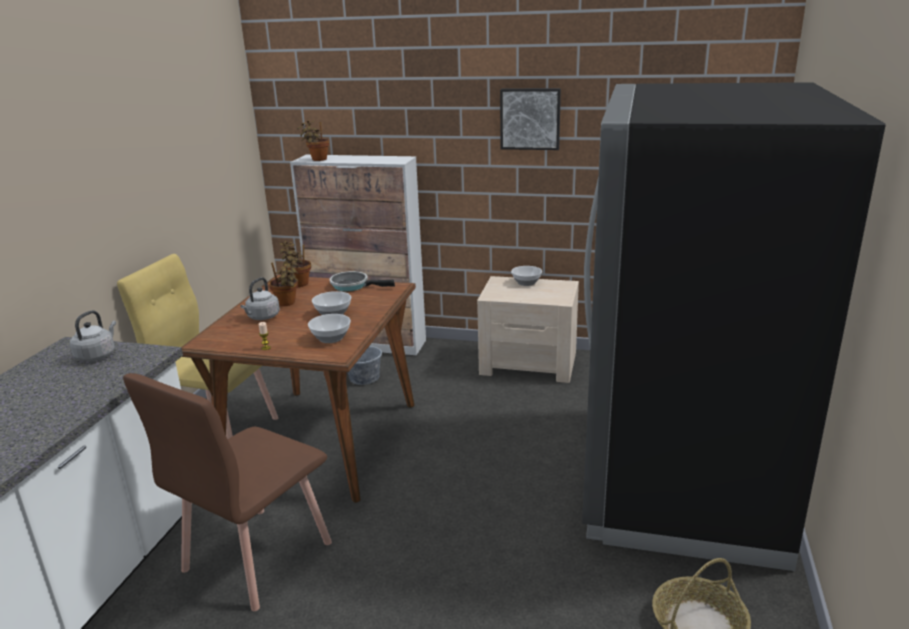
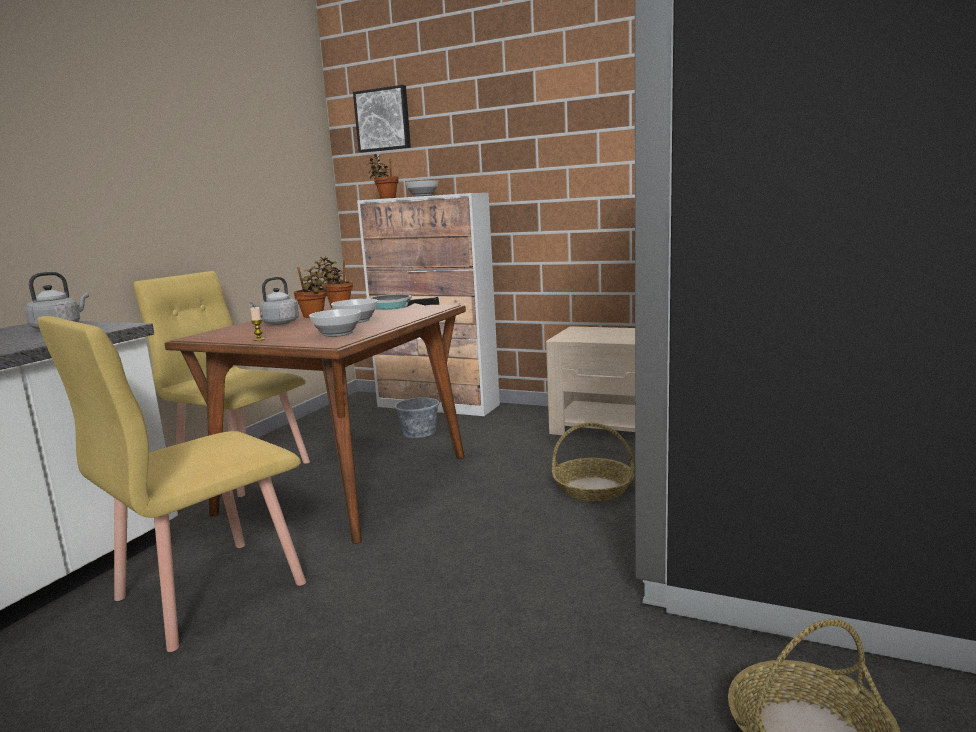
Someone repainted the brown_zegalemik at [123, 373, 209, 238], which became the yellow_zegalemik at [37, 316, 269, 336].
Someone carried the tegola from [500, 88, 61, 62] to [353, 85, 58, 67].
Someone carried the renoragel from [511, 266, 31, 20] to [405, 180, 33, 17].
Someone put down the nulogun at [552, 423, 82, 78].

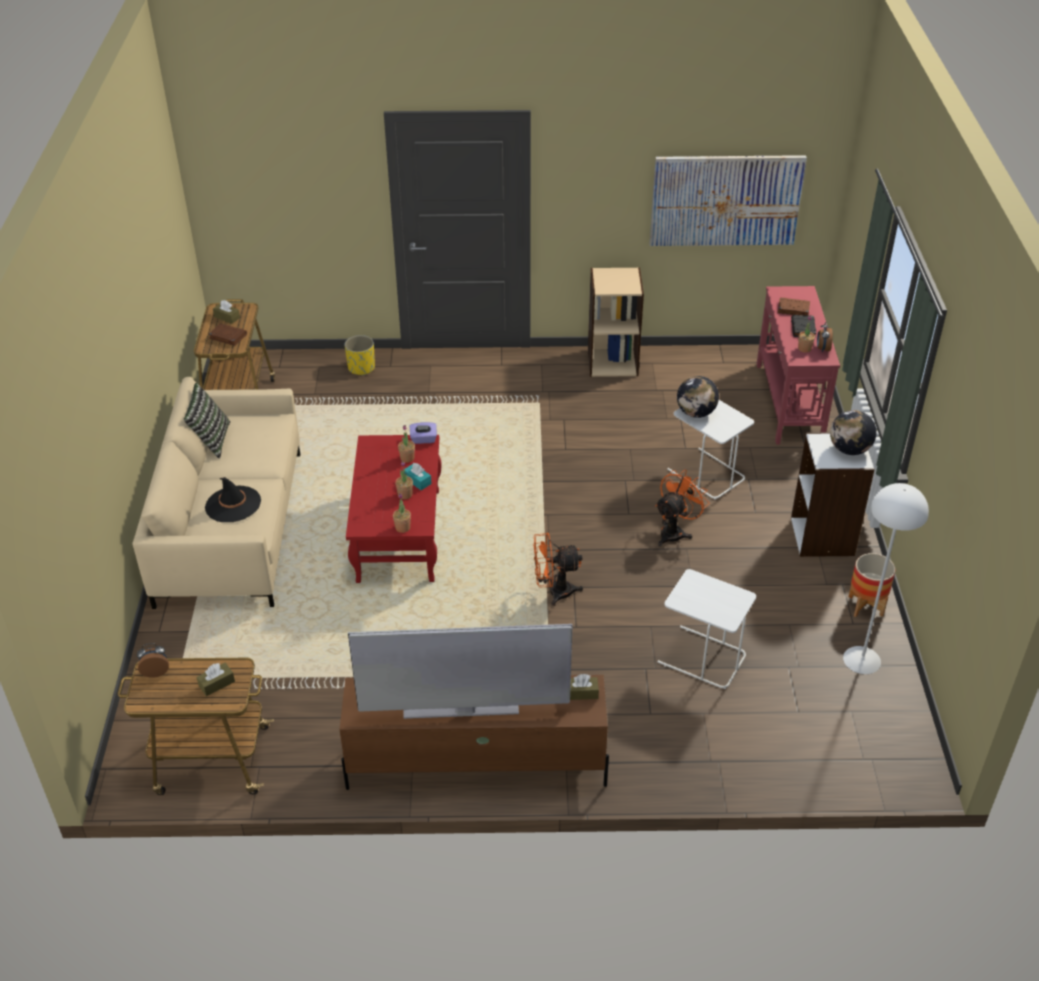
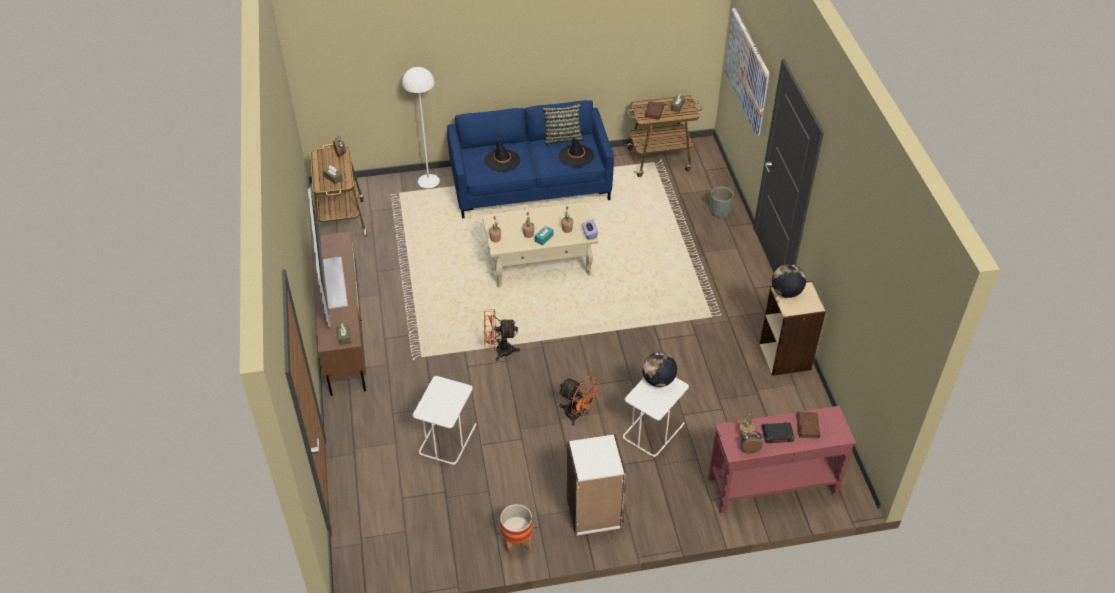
Someone repainted the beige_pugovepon at [132, 377, 168, 232], which became the blue_pugovepon at [447, 100, 167, 119].
Someone repainted the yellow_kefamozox at [344, 335, 31, 41], which became the grey_kefamozox at [710, 187, 24, 31].
Someone repainted the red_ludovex at [346, 435, 96, 148], which became the beige_ludovex at [482, 202, 116, 85].
Someone rotated the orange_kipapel at [533, 533, 50, 73] by 75 degrees counterclockwise.
Someone carried the tegola from [650, 155, 157, 91] to [724, 8, 46, 128].
Someone carried the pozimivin from [830, 410, 47, 45] to [772, 264, 34, 34].
Someone carried the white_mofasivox from [843, 483, 86, 191] to [402, 67, 38, 121].
Someone put down the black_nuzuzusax at [558, 137, 36, 30].

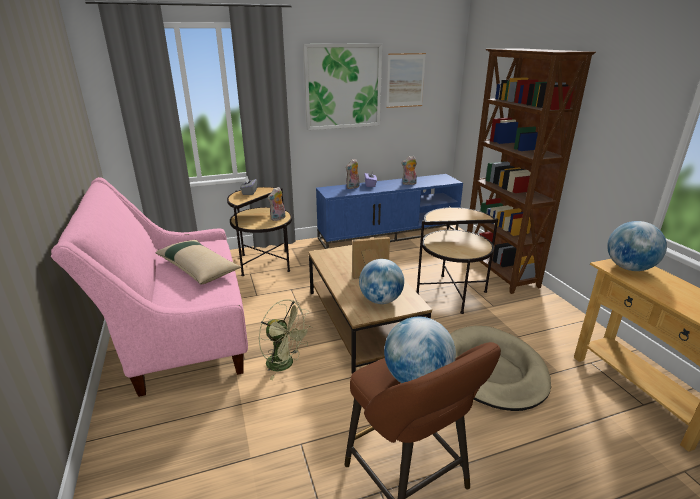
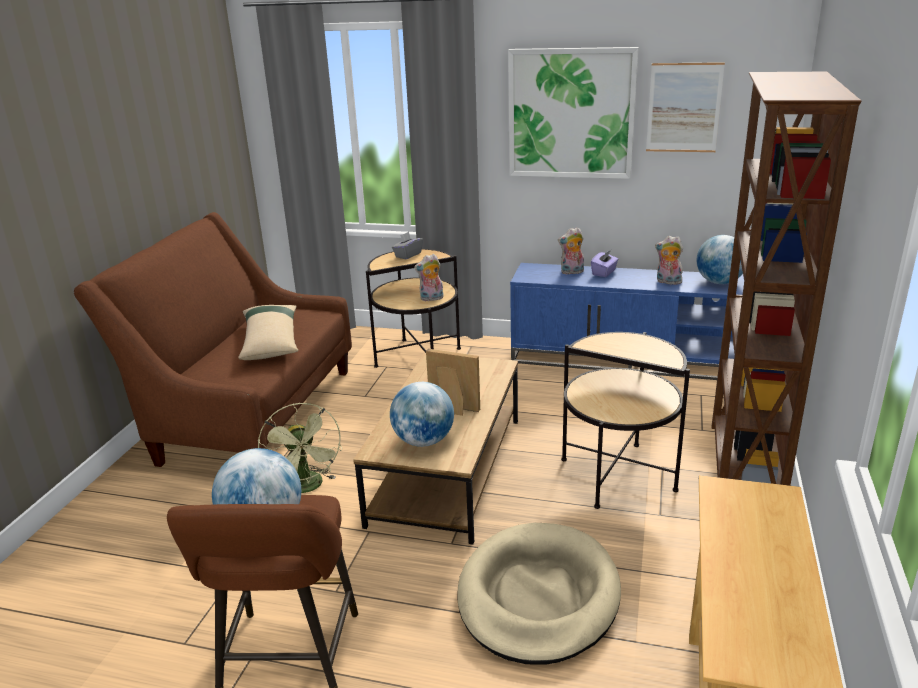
Someone repainted the pink_pugovepon at [51, 177, 197, 220], which became the brown_pugovepon at [74, 212, 278, 255].
Someone carried the pozimivin from [607, 221, 60, 50] to [696, 235, 47, 49].

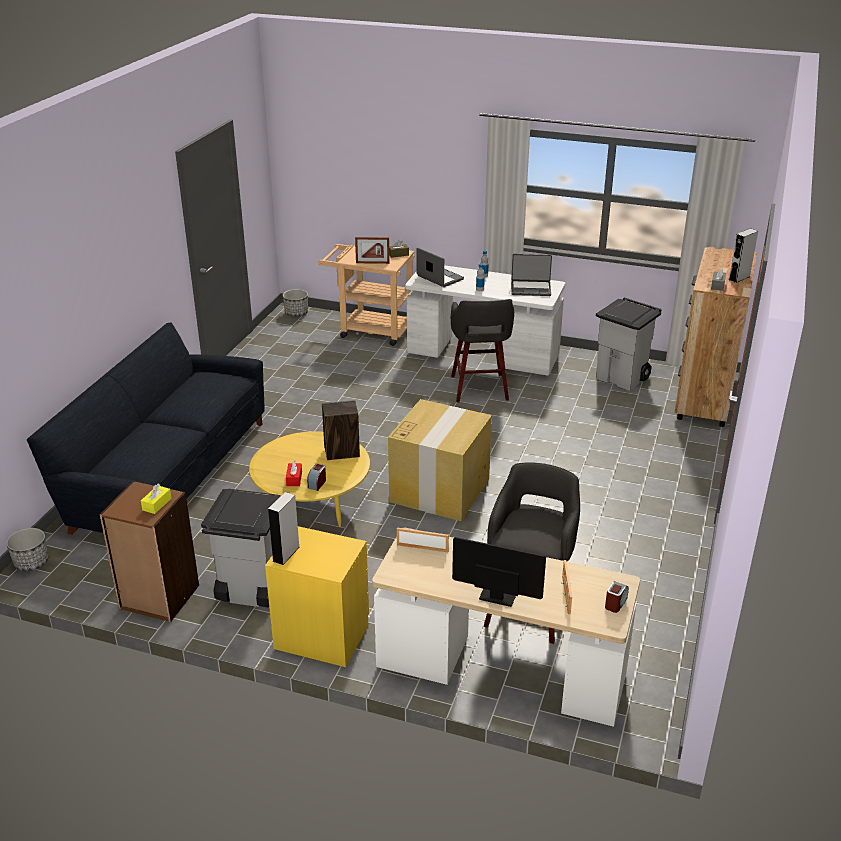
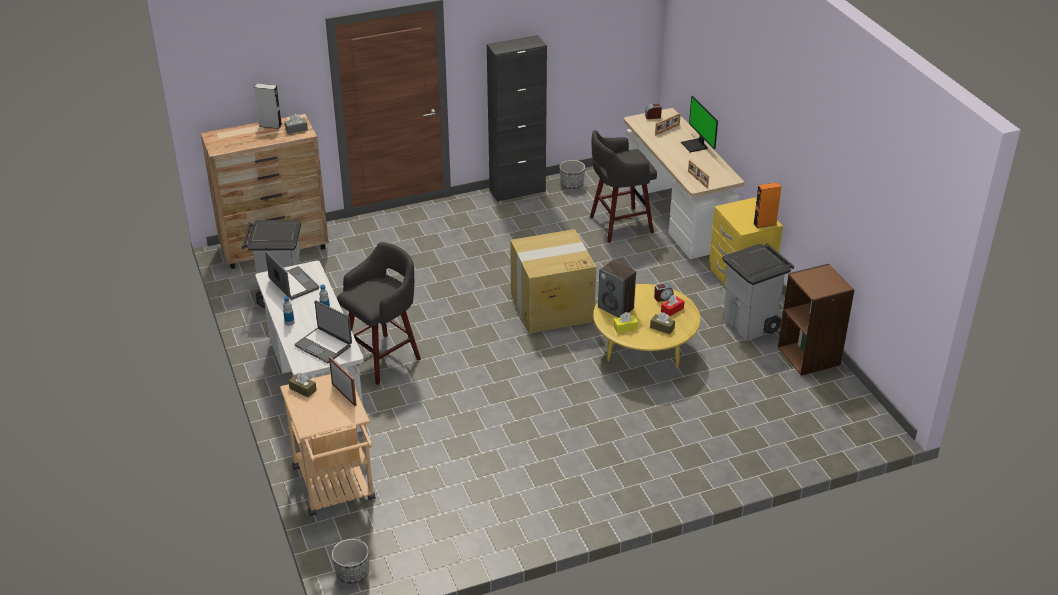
Someone carried the kefamozox from [6, 528, 42, 43] to [560, 160, 25, 29].
Someone took away the black_pugovepon at [27, 323, 238, 212].
Someone carried the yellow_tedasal from [141, 484, 31, 30] to [613, 312, 25, 21].
Someone repainted the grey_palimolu at [268, 492, 31, 73], which became the orange_palimolu at [753, 182, 28, 46].
Someone rotated the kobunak at [417, 248, 47, 39] by 60 degrees counterclockwise.
Someone put down the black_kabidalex at [487, 35, 60, 167].
Someone put down the brown_tedasal at [650, 313, 25, 21].

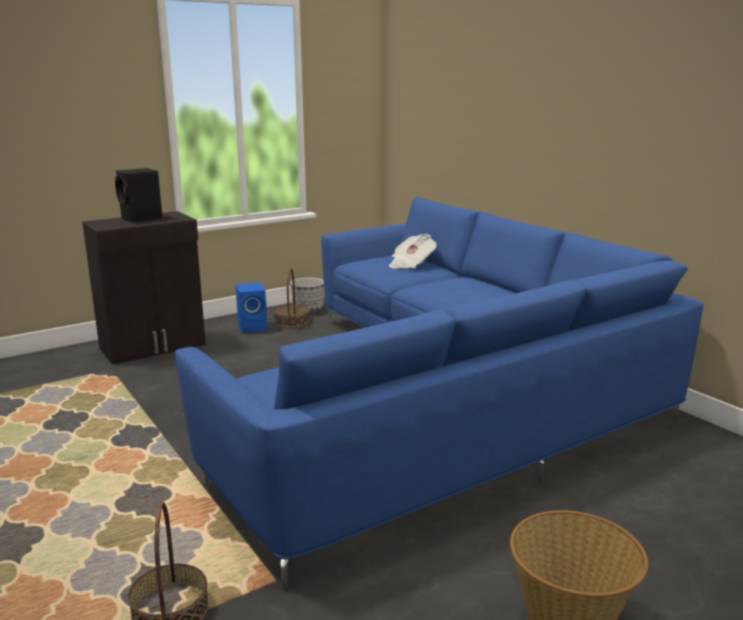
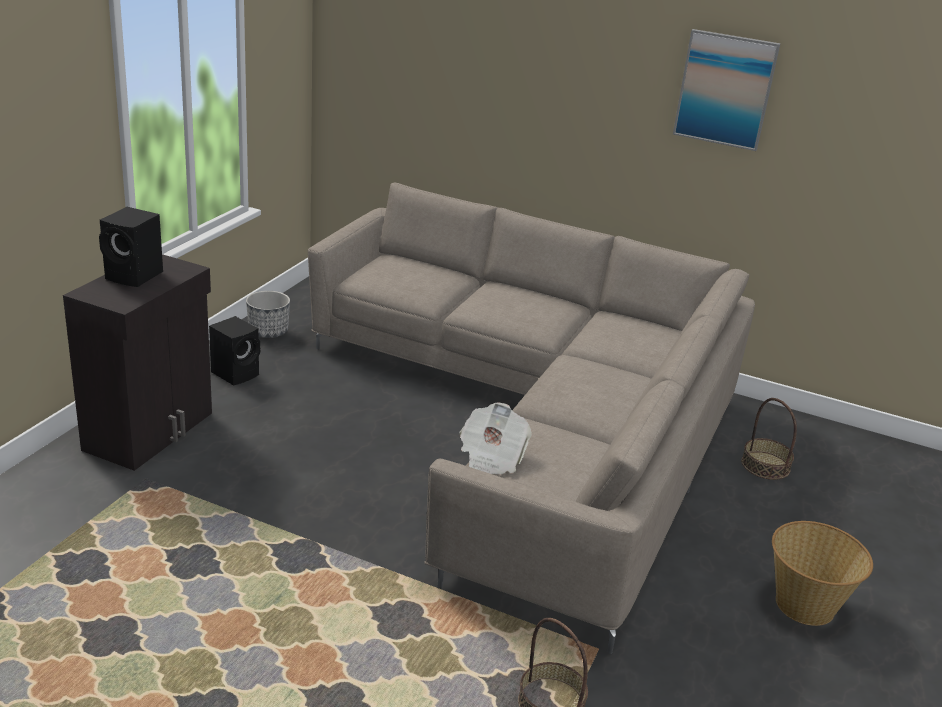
Someone repainted the blue_pugovepon at [175, 197, 528, 393], which became the beige_pugovepon at [308, 183, 447, 471].
Someone repainted the blue_palimolu at [235, 282, 32, 51], which became the black_palimolu at [209, 316, 51, 70].
Someone carried the nulogun from [274, 268, 36, 60] to [741, 398, 56, 82].
Someone carried the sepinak from [389, 234, 48, 35] to [459, 402, 73, 72].
Someone put up the tegola at [673, 29, 108, 122].

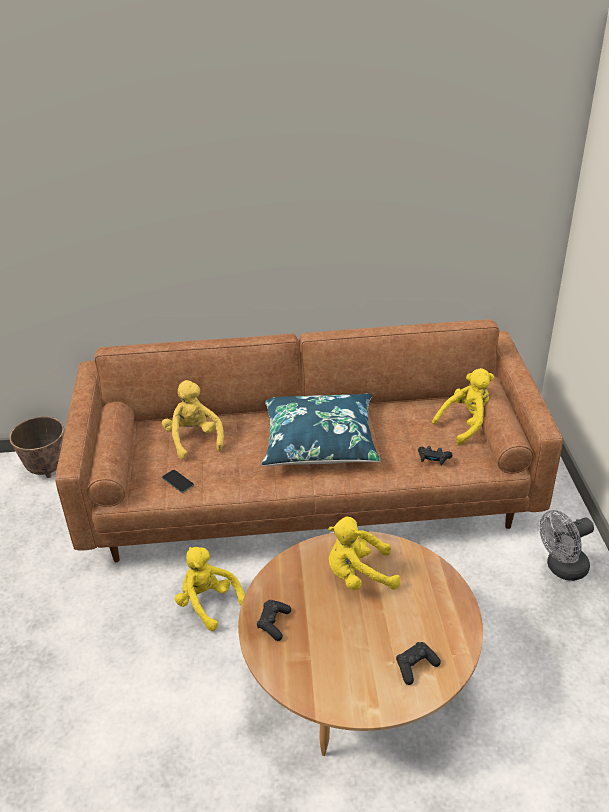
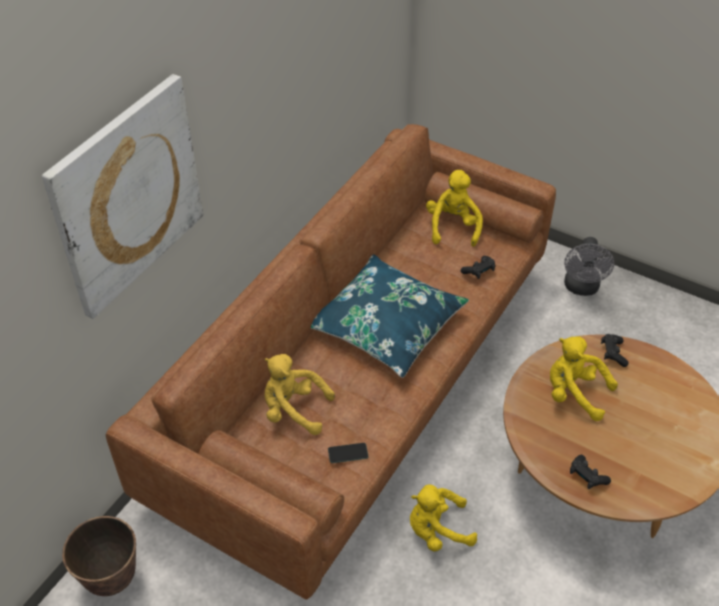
Someone rotated the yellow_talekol at [328, 517, 72, 73] by 90 degrees clockwise.
Someone carried the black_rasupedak from [396, 642, 45, 43] to [601, 334, 28, 33].
Someone put up the tegola at [42, 74, 161, 245].

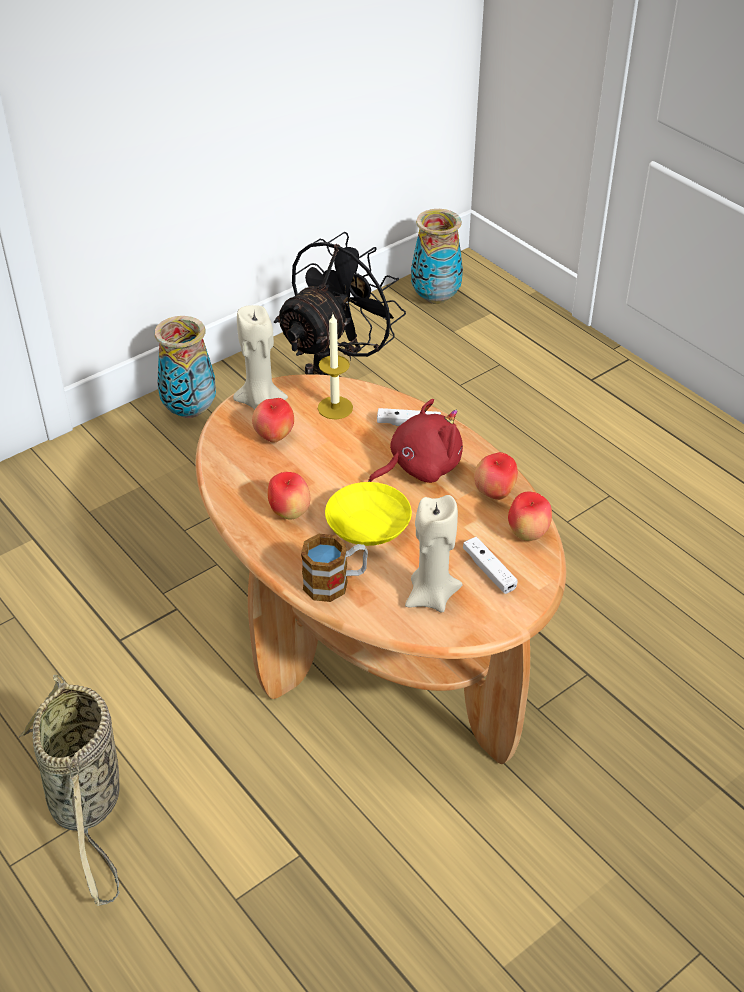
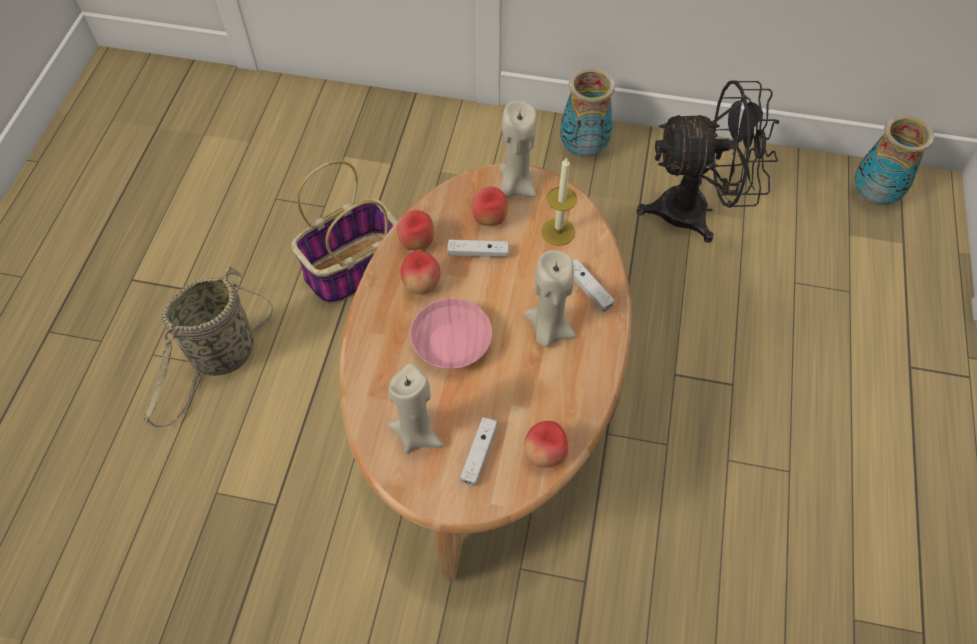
Someone took away the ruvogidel at [301, 534, 67, 68].
Someone repainted the yellow_renoragel at [325, 482, 87, 64], which became the pink_renoragel at [410, 298, 82, 71].
Someone swapped the red_talekol at [368, 399, 95, 84] for the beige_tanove at [525, 250, 51, 97].
Someone carried the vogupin from [474, 452, 44, 48] to [397, 210, 37, 40].
Someone put down the nulogun at [292, 160, 105, 144].
Someone put down the white_rasupedak at [447, 239, 62, 18].

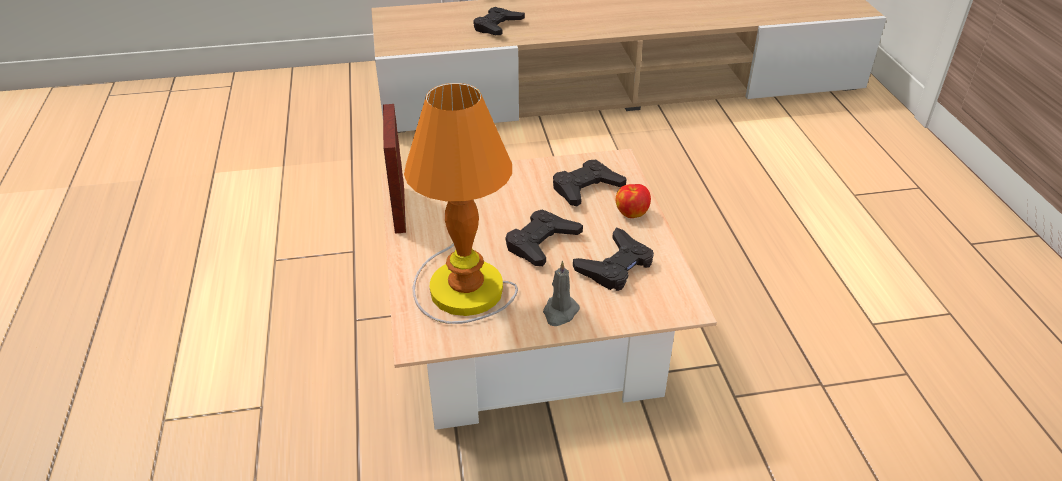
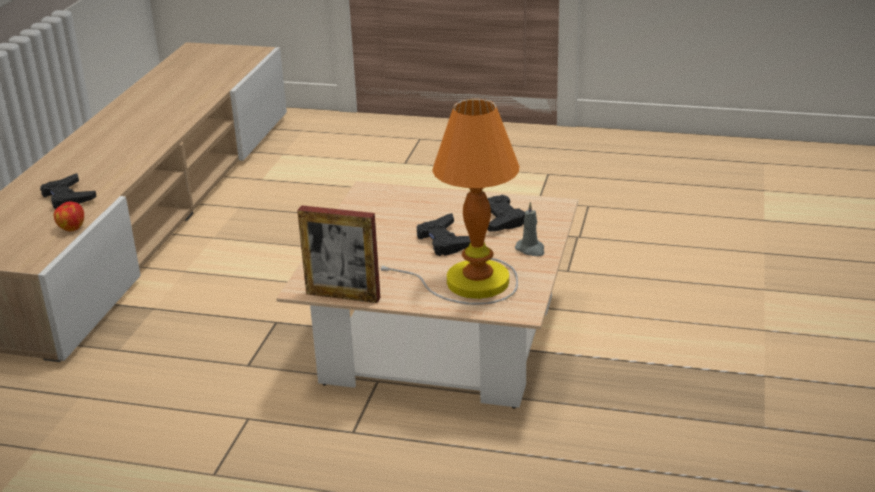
Someone took away the black_rasupedak at [553, 160, 73, 46].
Someone carried the vogupin from [616, 184, 35, 34] to [54, 202, 30, 29].

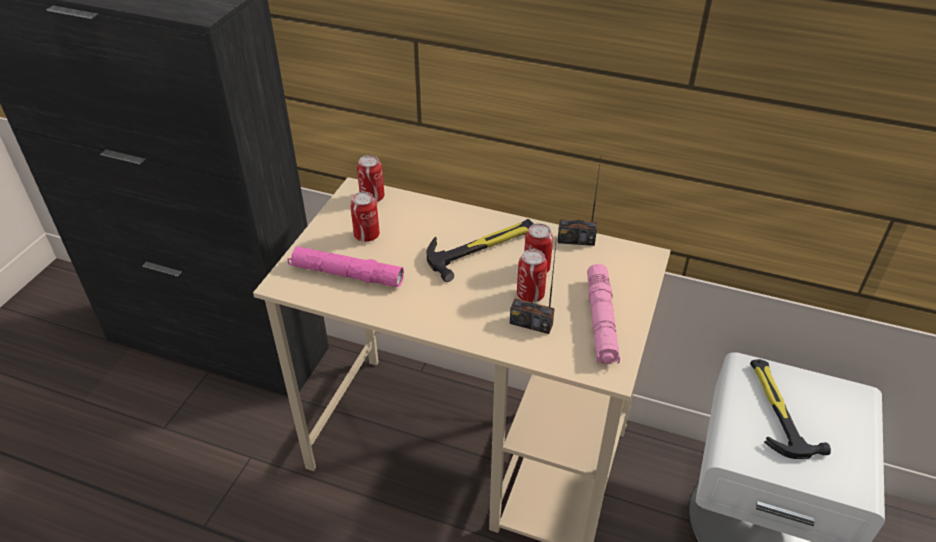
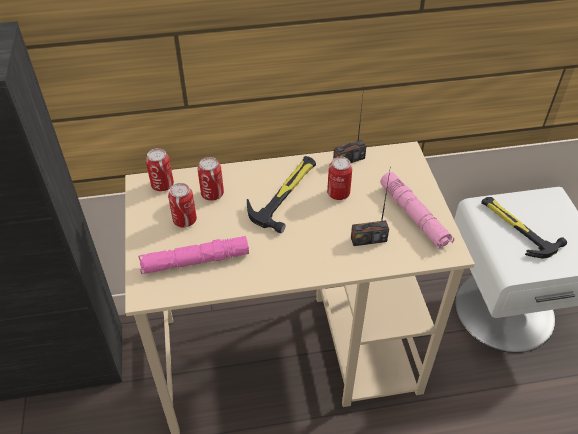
Someone carried the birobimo from [517, 249, 30, 54] to [198, 157, 26, 44].

